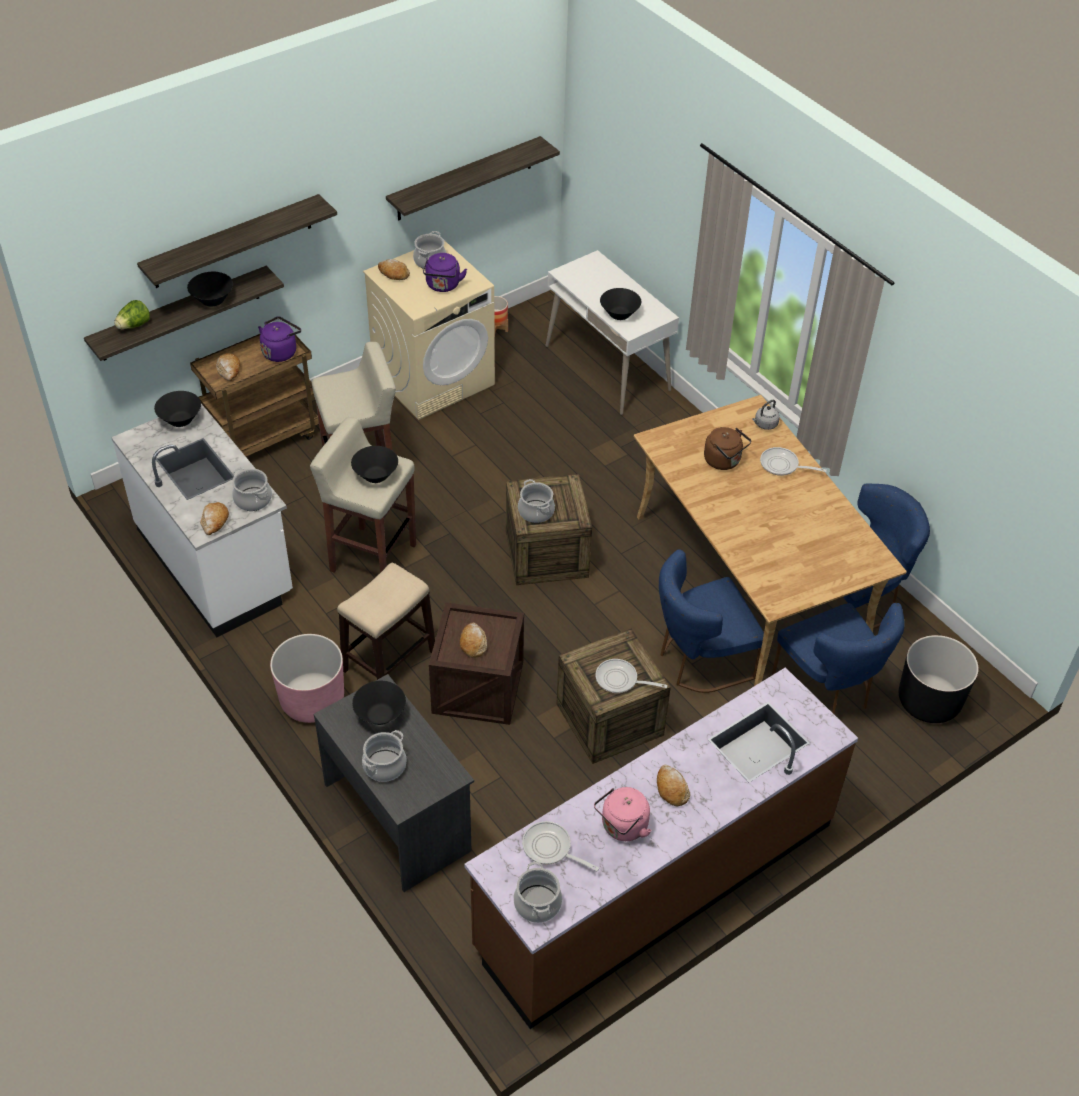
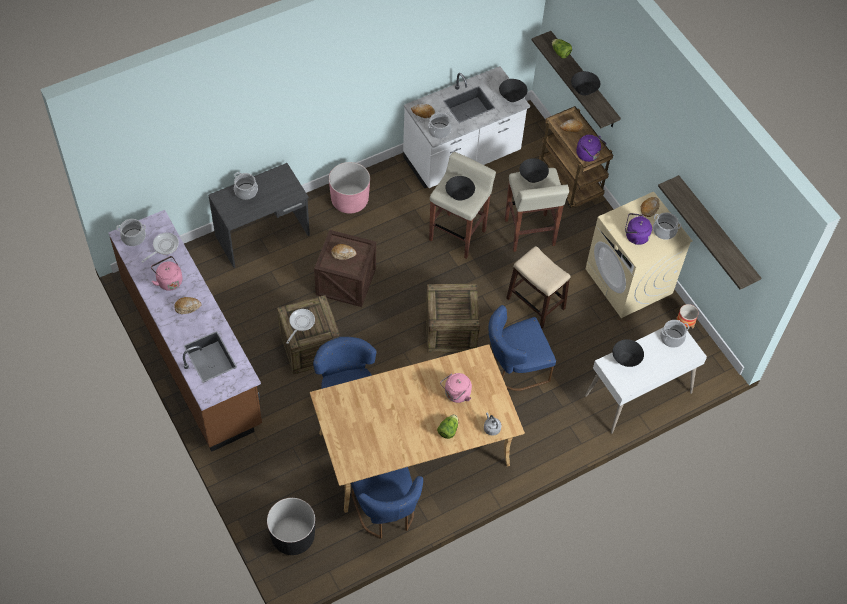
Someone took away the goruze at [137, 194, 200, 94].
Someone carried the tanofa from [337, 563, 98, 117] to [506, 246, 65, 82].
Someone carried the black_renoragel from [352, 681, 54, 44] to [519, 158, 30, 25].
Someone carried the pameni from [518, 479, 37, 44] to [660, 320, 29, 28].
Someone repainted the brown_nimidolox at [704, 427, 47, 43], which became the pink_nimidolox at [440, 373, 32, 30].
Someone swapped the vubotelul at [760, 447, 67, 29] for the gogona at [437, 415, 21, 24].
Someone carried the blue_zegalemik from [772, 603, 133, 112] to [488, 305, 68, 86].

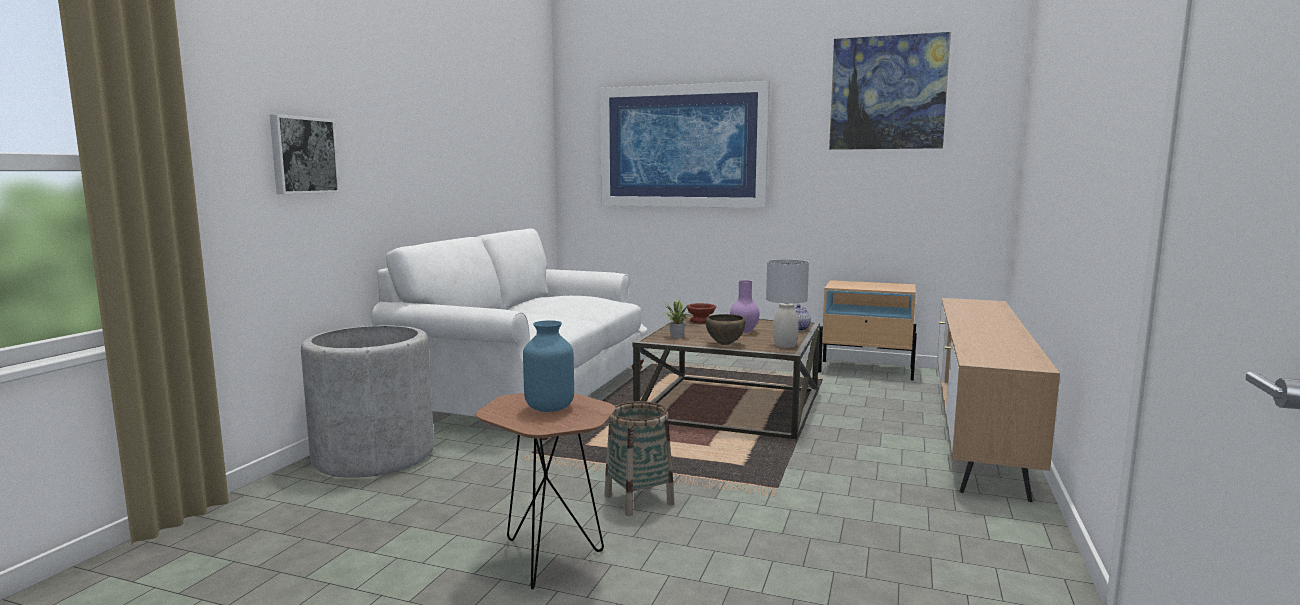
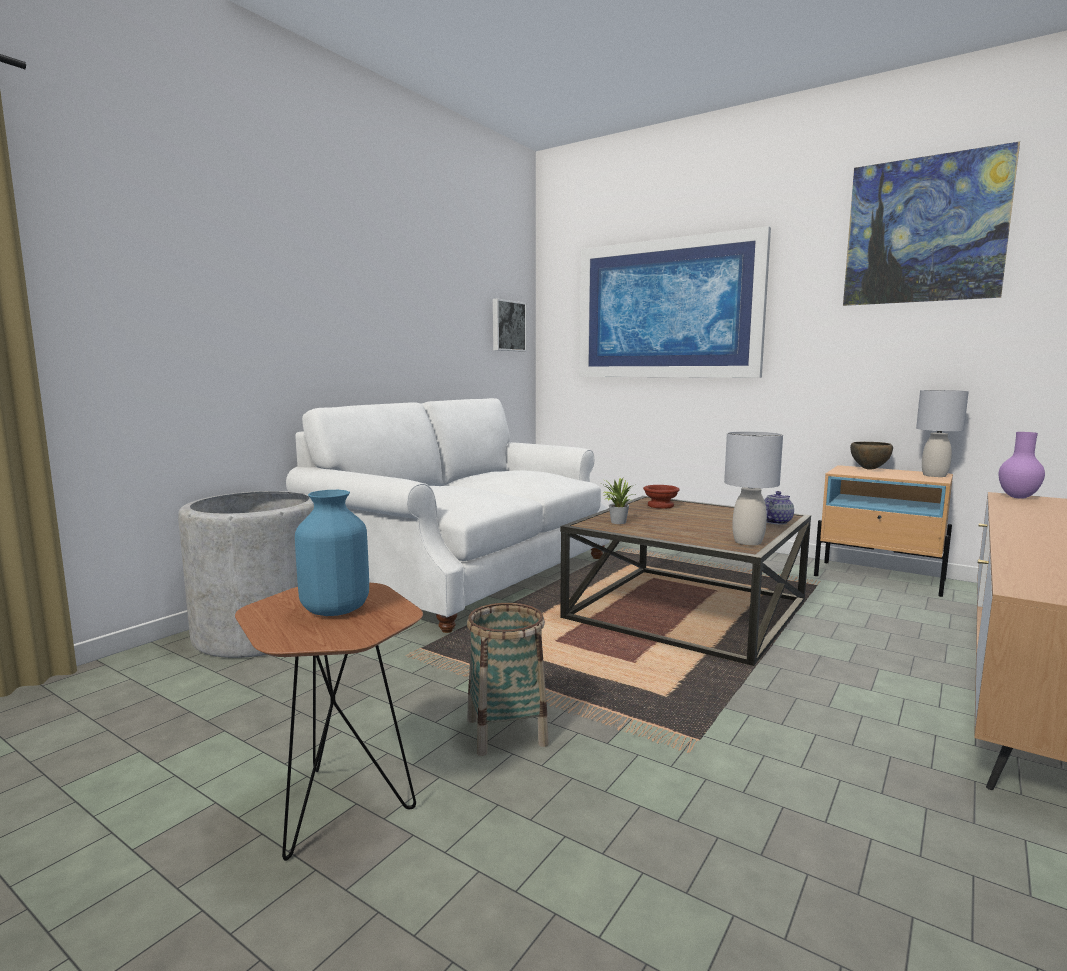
Someone carried the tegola from [270, 114, 70, 80] to [493, 299, 33, 52].
Someone carried the brown_renoragel from [705, 314, 41, 31] to [850, 442, 43, 28].
Someone carried the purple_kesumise from [730, 280, 30, 53] to [999, 432, 46, 67].
Someone put down the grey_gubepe at [916, 390, 53, 87].

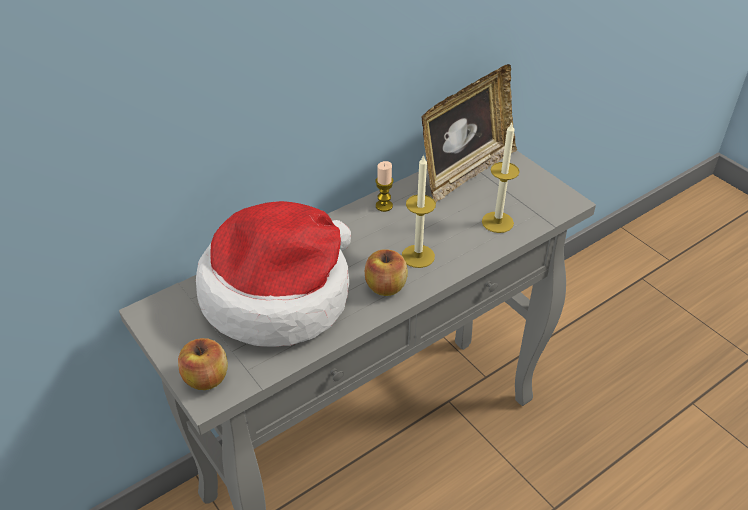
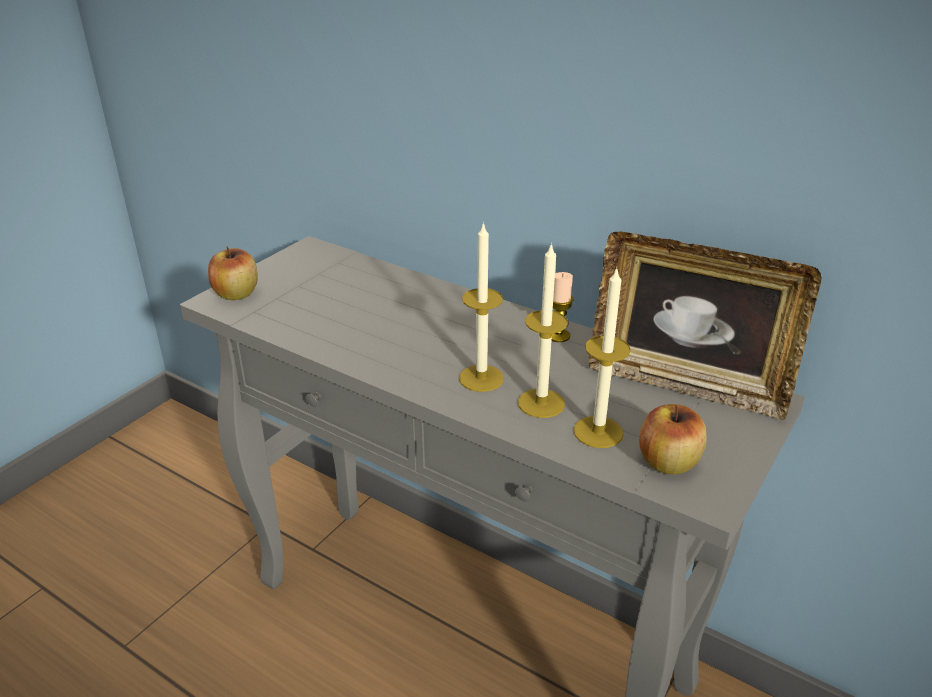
Someone took away the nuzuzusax at [196, 201, 155, 146].
Someone carried the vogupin from [365, 249, 43, 47] to [639, 404, 68, 70].
Someone put down the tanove at [518, 243, 50, 175].

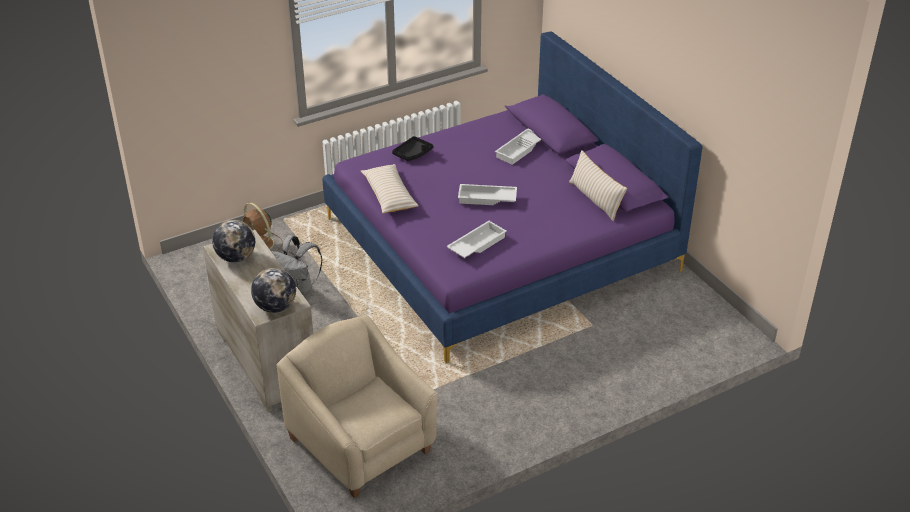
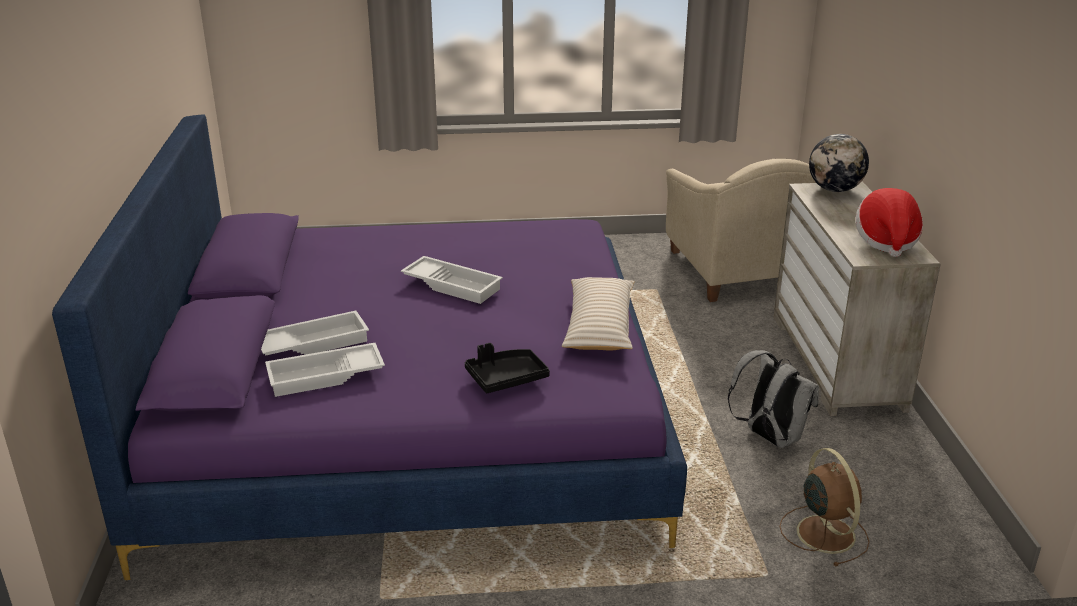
Someone swapped the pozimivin at [212, 220, 43, 42] for the nuzuzusax at [855, 188, 68, 69].
Someone carried the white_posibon from [447, 221, 60, 37] to [265, 343, 120, 54].
Someone took away the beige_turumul at [569, 150, 58, 71].

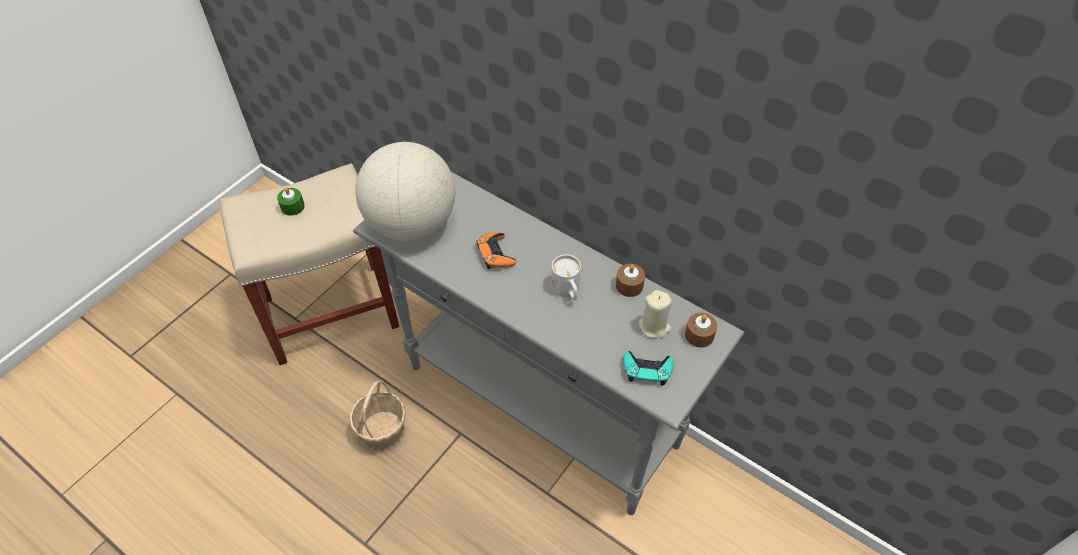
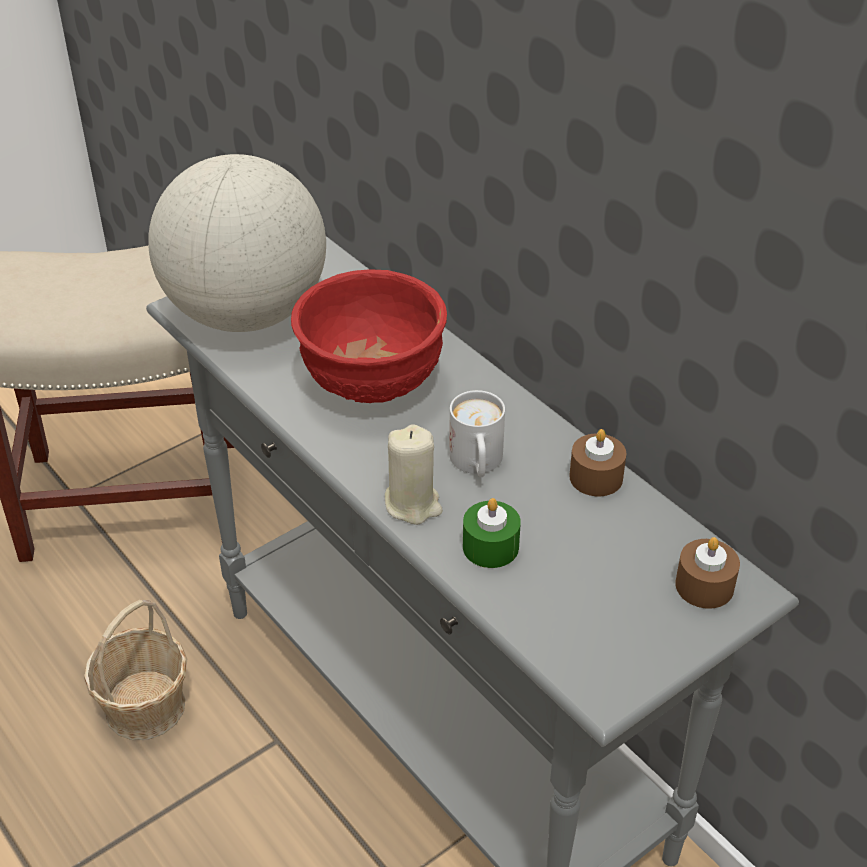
Someone carried the green_tanove from [277, 187, 28, 29] to [463, 498, 58, 70].
Someone swapped the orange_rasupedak at [477, 232, 39, 37] for the red_renoragel at [291, 269, 156, 134].
Someone took away the turquoise_rasupedak at [623, 351, 51, 35].
Someone carried the beige_tanove from [638, 290, 34, 49] to [385, 424, 58, 101].

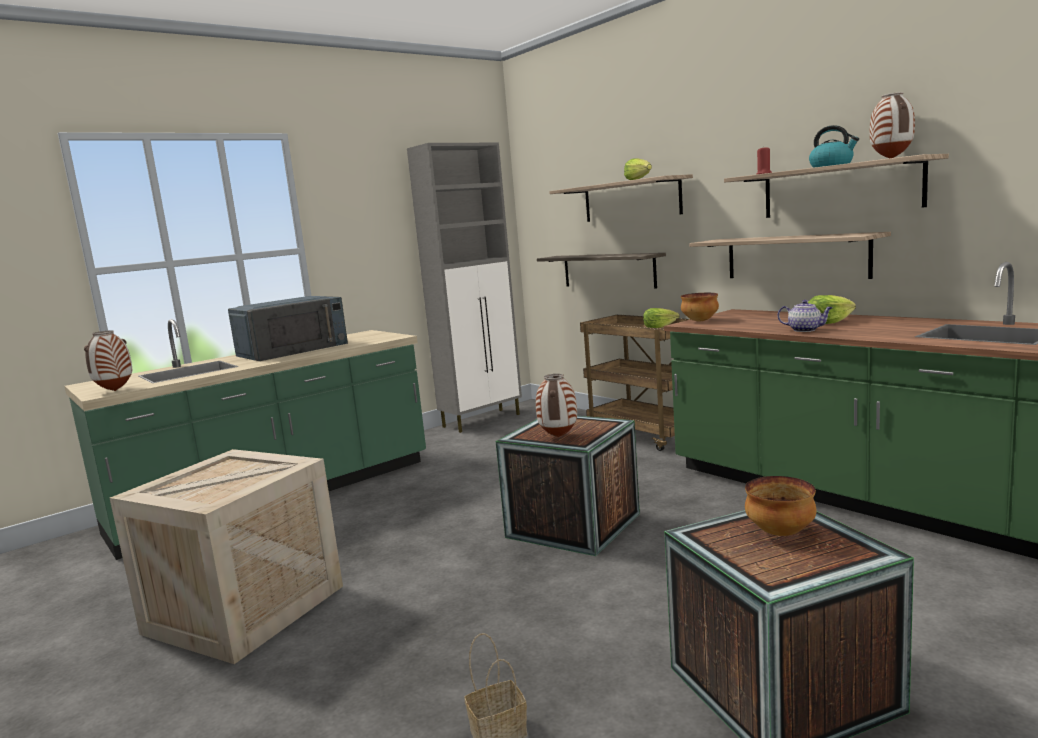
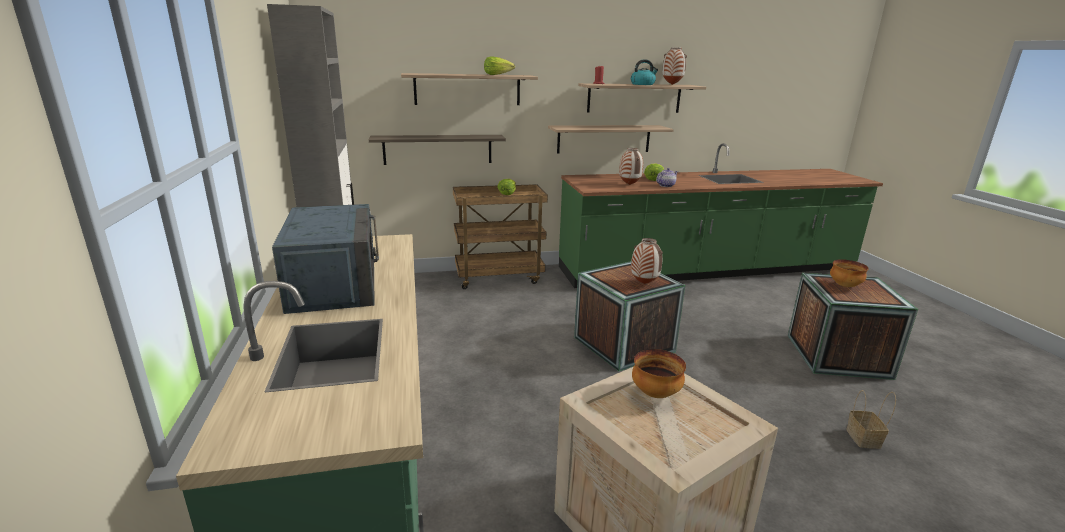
Someone carried the kesumise from [84, 330, 48, 61] to [619, 148, 24, 37].
Someone carried the renoragel from [681, 293, 38, 29] to [632, 349, 54, 49].

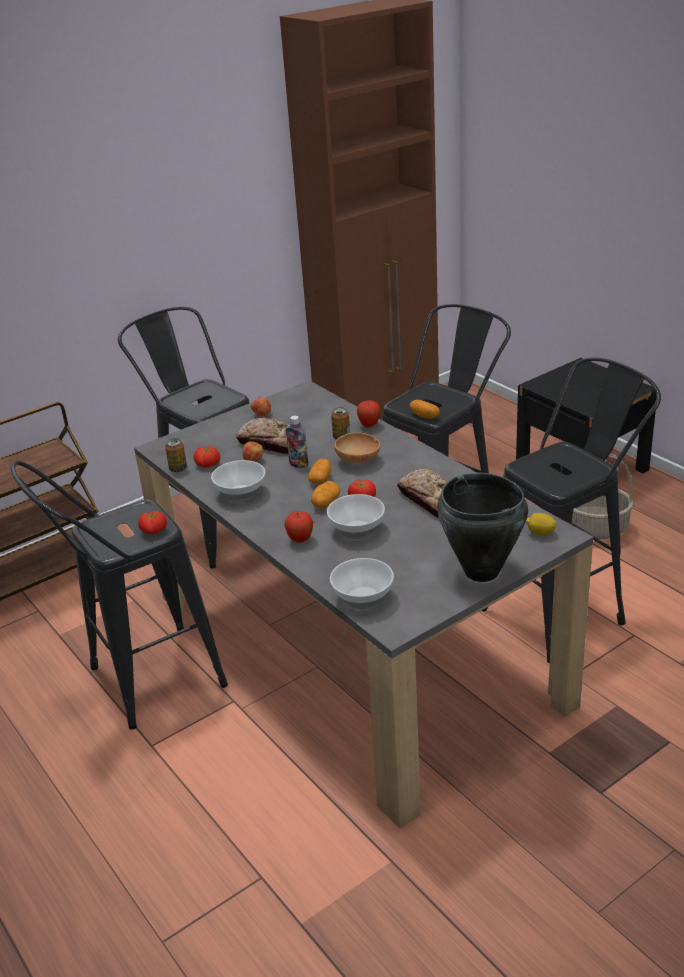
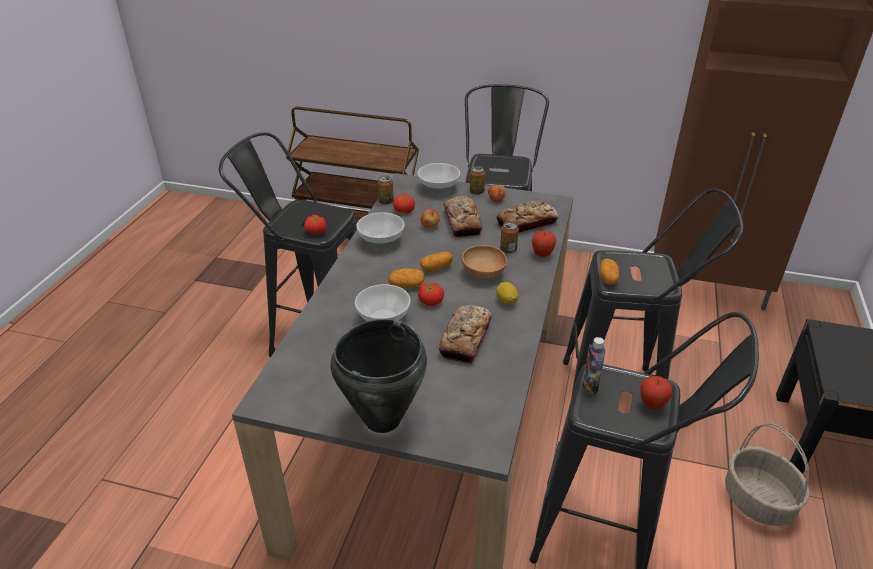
Someone carried the vogupin from [284, 511, 29, 32] to [640, 376, 33, 33].
Someone carried the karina from [286, 416, 22, 52] to [583, 337, 22, 57].
Someone carried the renoragel from [330, 558, 64, 51] to [418, 163, 42, 31].
Someone carried the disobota from [526, 513, 31, 22] to [496, 282, 23, 23].
Someone put down the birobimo at [470, 166, 15, 29].
Someone put down the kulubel at [496, 201, 63, 32].

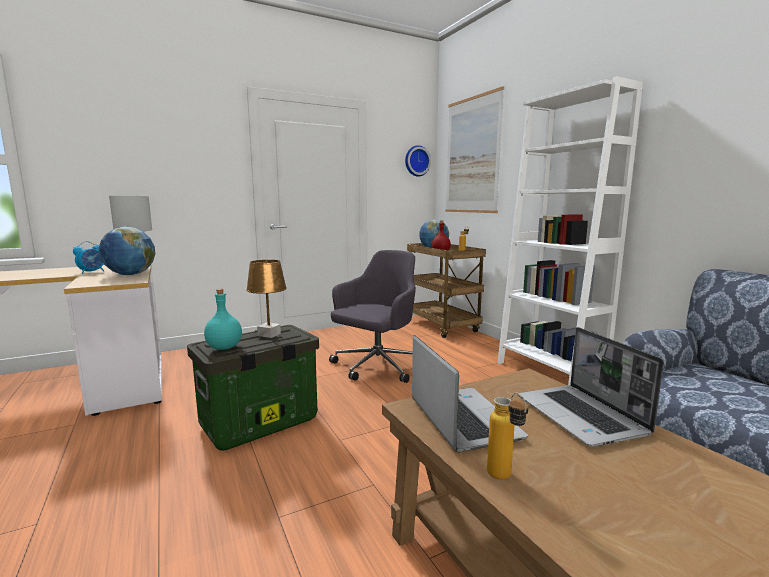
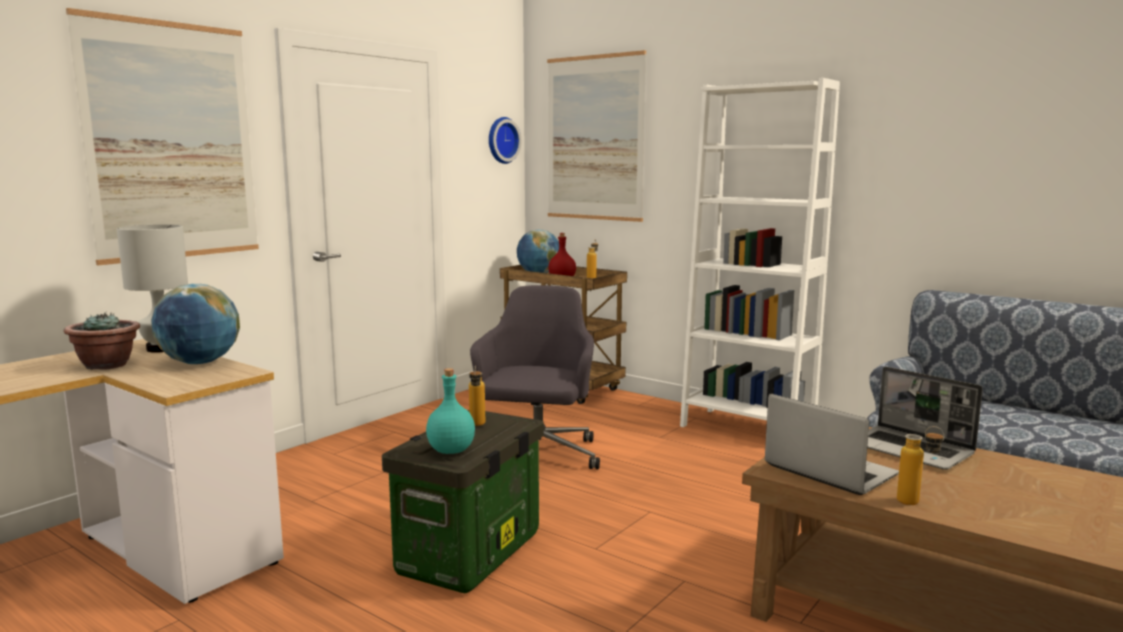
Someone swapped the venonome at [73, 241, 31, 33] for the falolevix at [64, 312, 76, 58].
Someone swapped the brown_gubepe at [246, 260, 41, 78] for the karina at [469, 366, 16, 60].
Someone put up the tegola at [66, 8, 193, 257].

